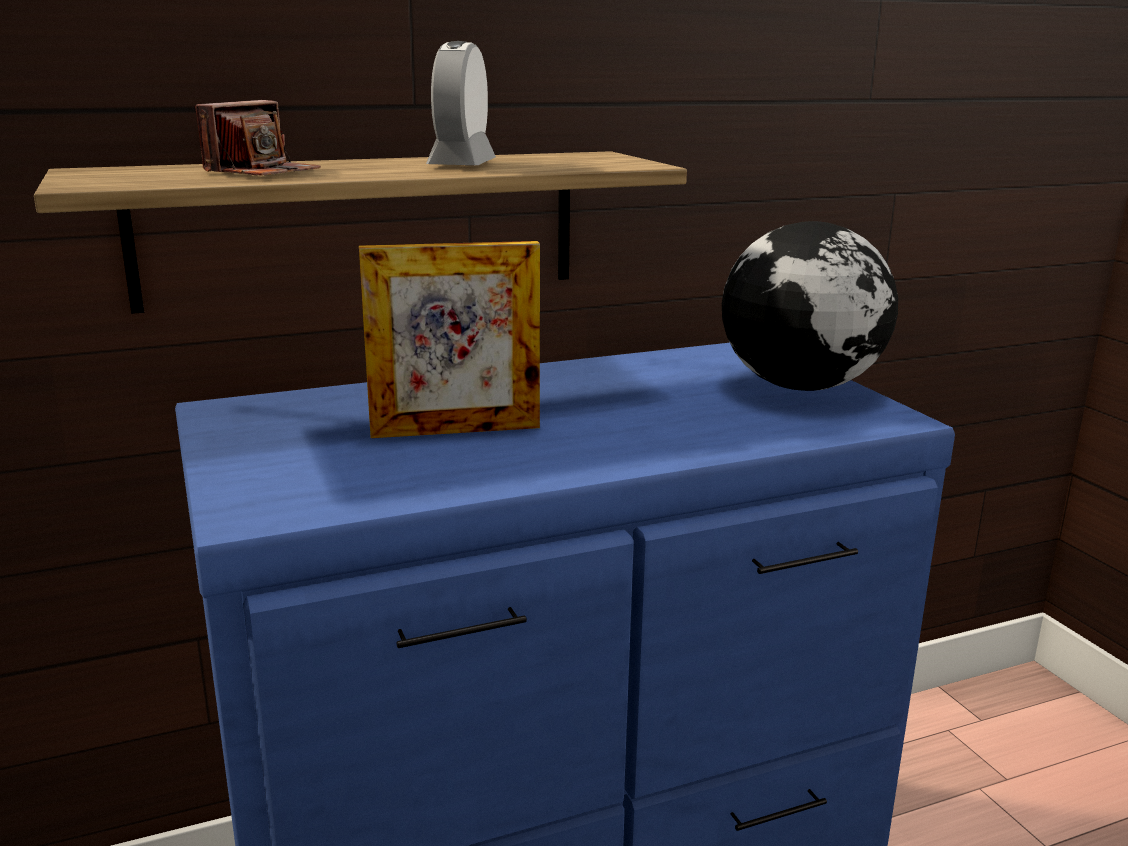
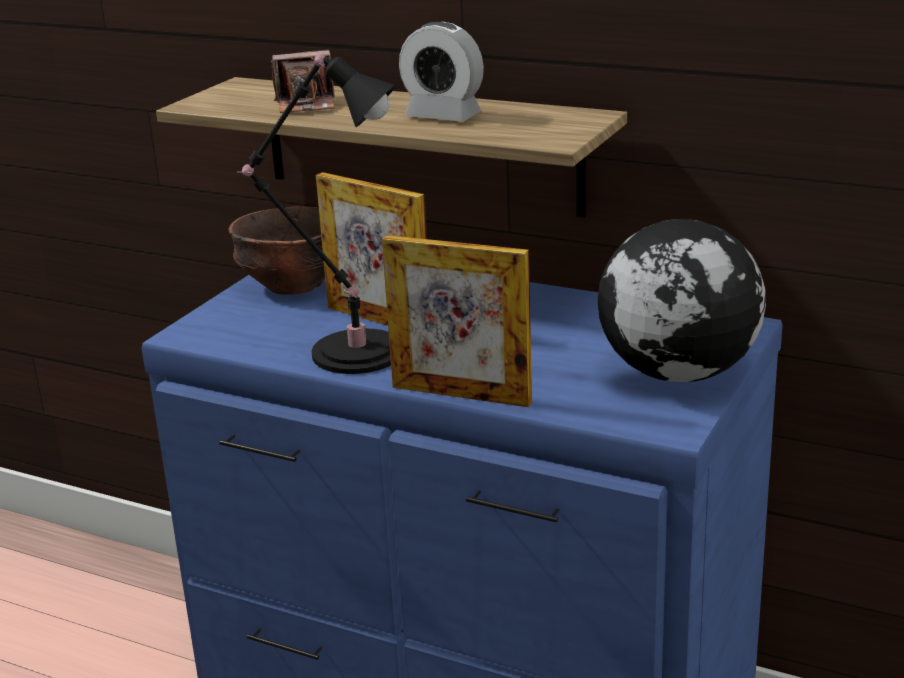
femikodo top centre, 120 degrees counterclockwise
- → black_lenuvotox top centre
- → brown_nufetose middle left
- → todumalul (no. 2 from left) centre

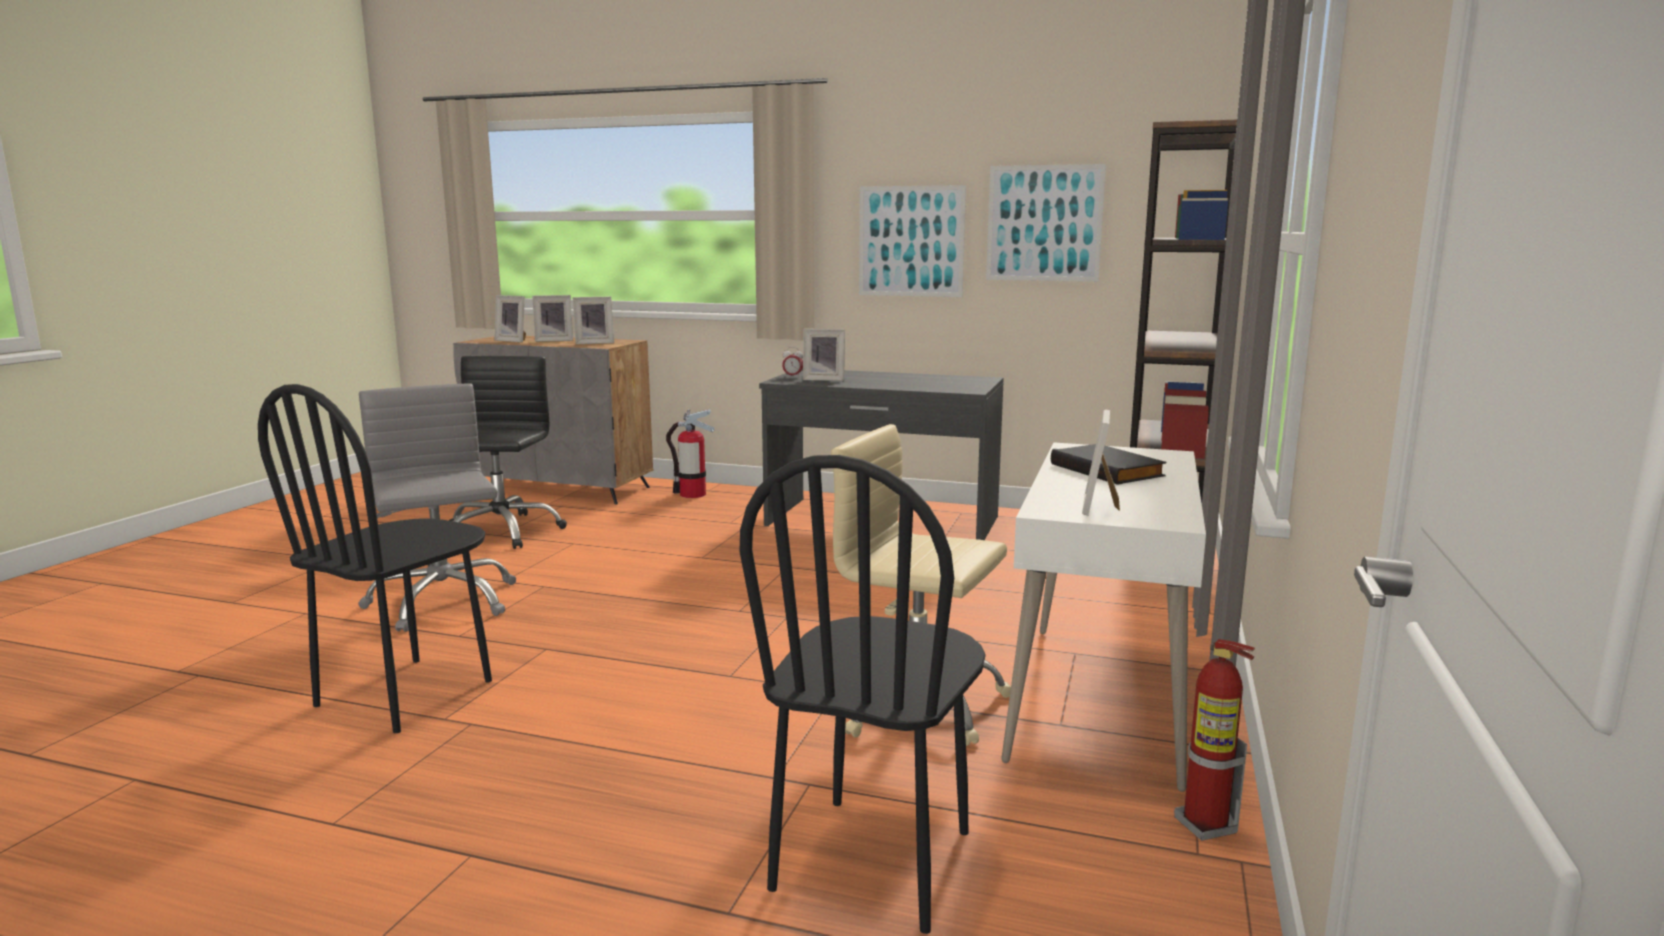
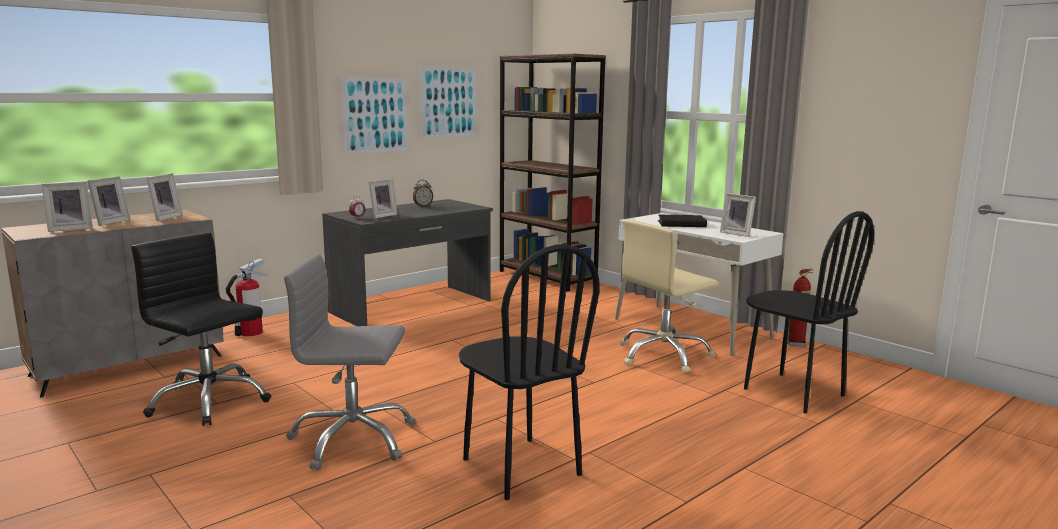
- → femikodo (no. 2 from left) centre

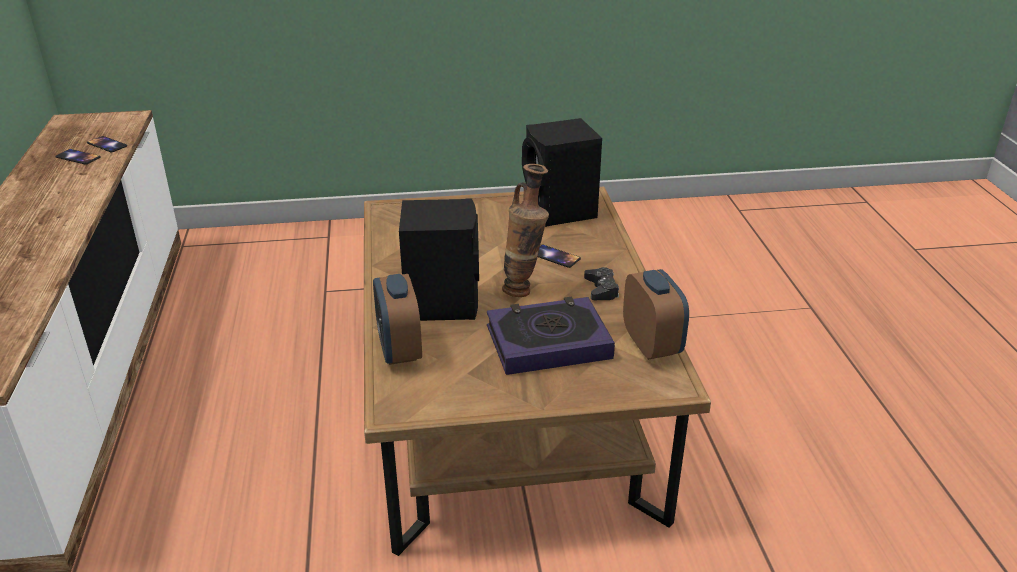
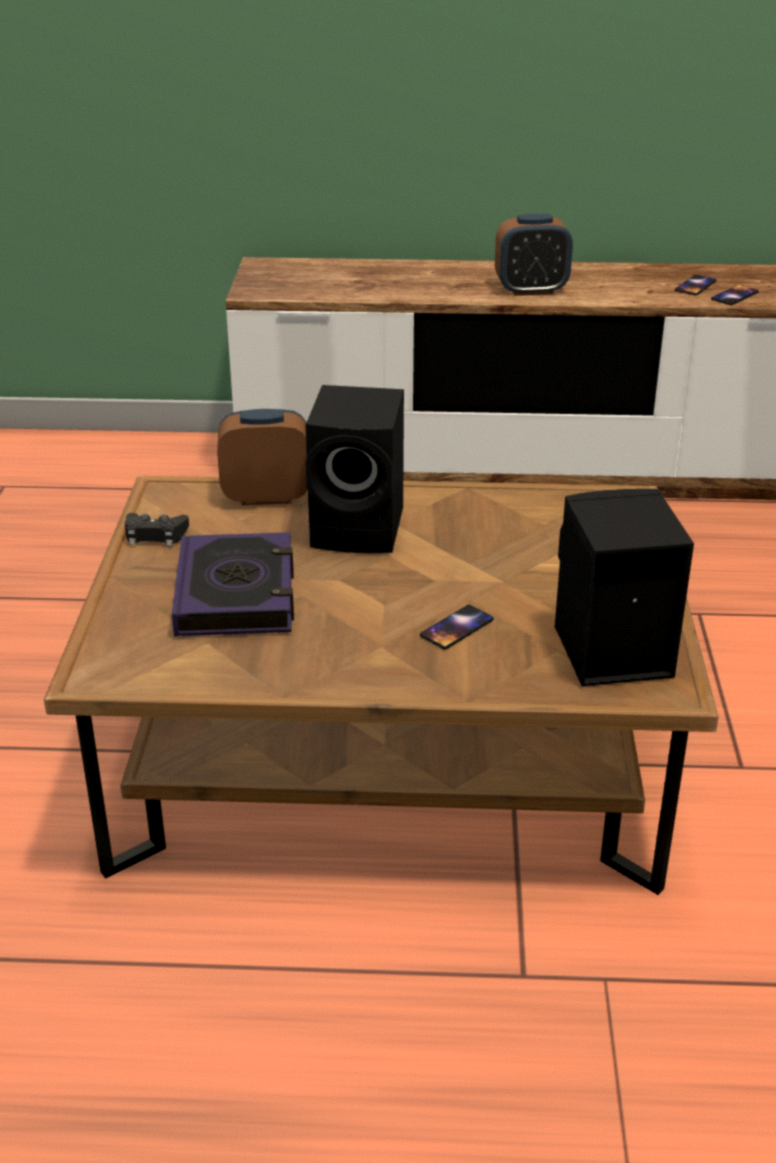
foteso centre → -
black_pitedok centre → black_pitedok middle left, relocated
femikodo (no. 2 from left) centre → femikodo (no. 2 from left) top right, relocated

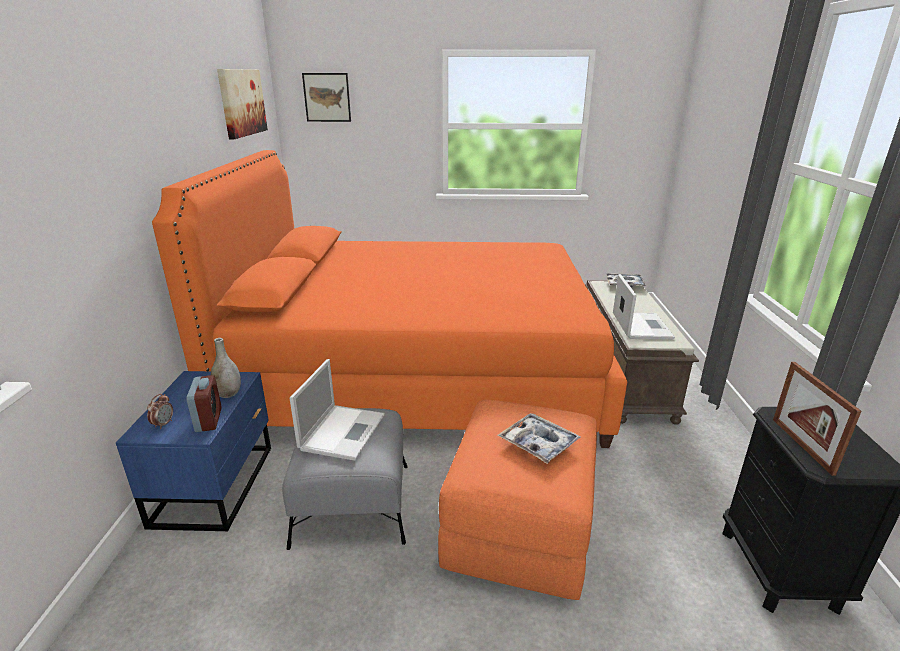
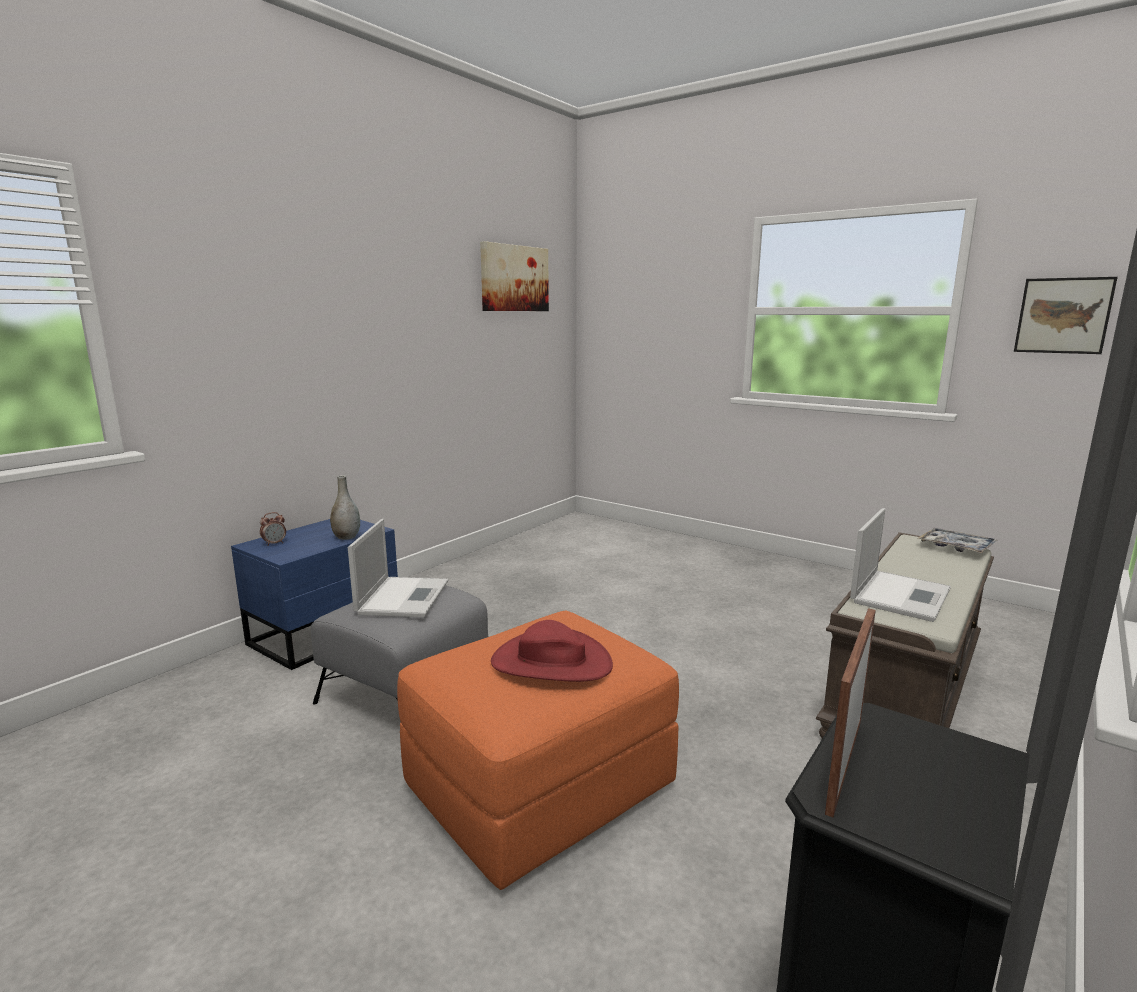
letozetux (no. 2 from left) top centre → letozetux (no. 2 from left) top right, relocated
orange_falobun centre → -
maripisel (no. 1 from left) centre, 45 degrees counterclockwise
femikodo (no. 2 from left) middle left → -
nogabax (no. 1 from left) bottom centre → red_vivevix centre

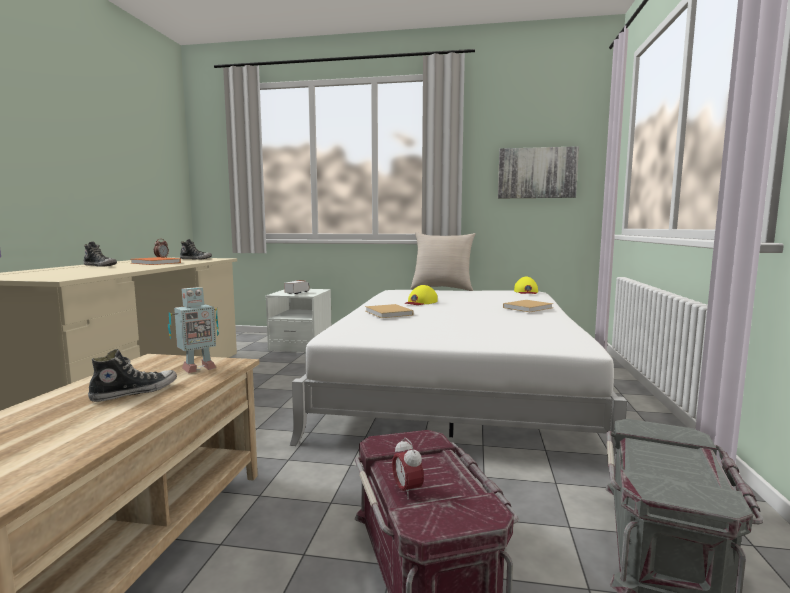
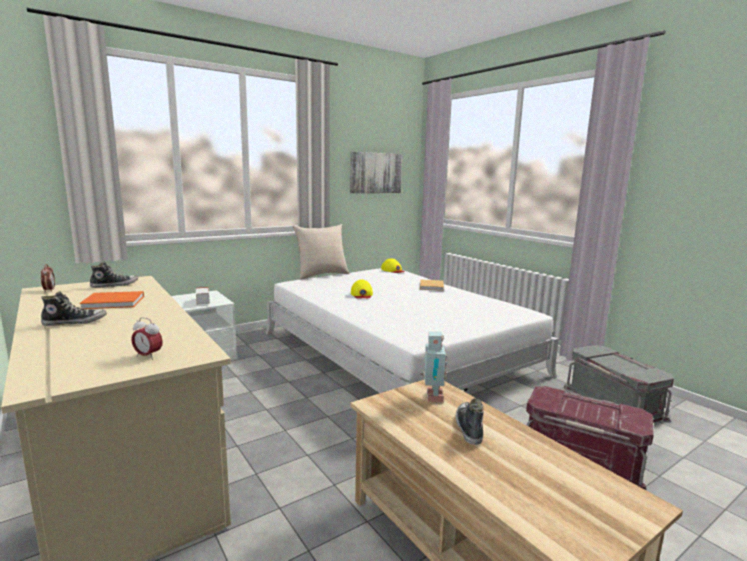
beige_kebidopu (no. 1 from left) centre → -
femikodo (no. 2 from left) bottom centre → femikodo (no. 2 from left) middle left, relocated

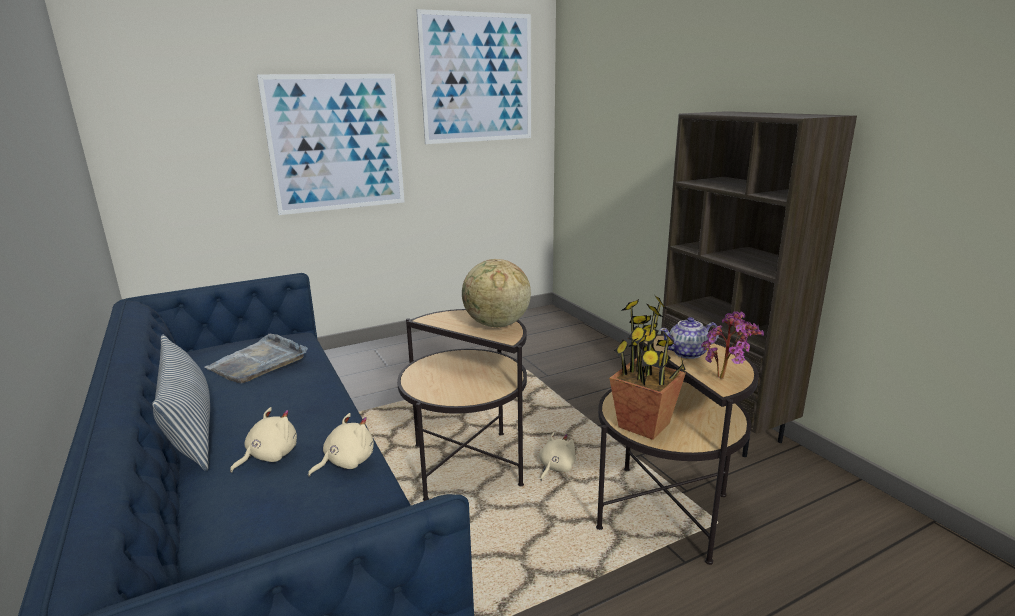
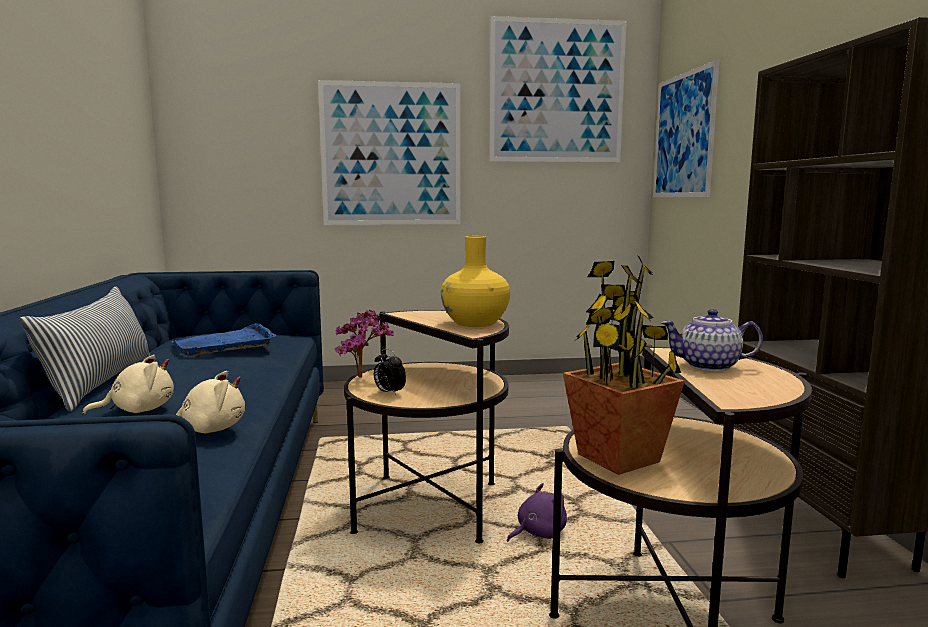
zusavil centre → yellow_foteso centre
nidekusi (no. 2 from left in the first image) middle right → nidekusi (no. 1 from left) centre, relocated
grey_nogabax middle left → blue_nogabax middle left
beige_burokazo (no. 3 from left) bottom centre → purple_burokazo bottom centre
- → letozetux (no. 3 from left) top right
- → femikodo centre

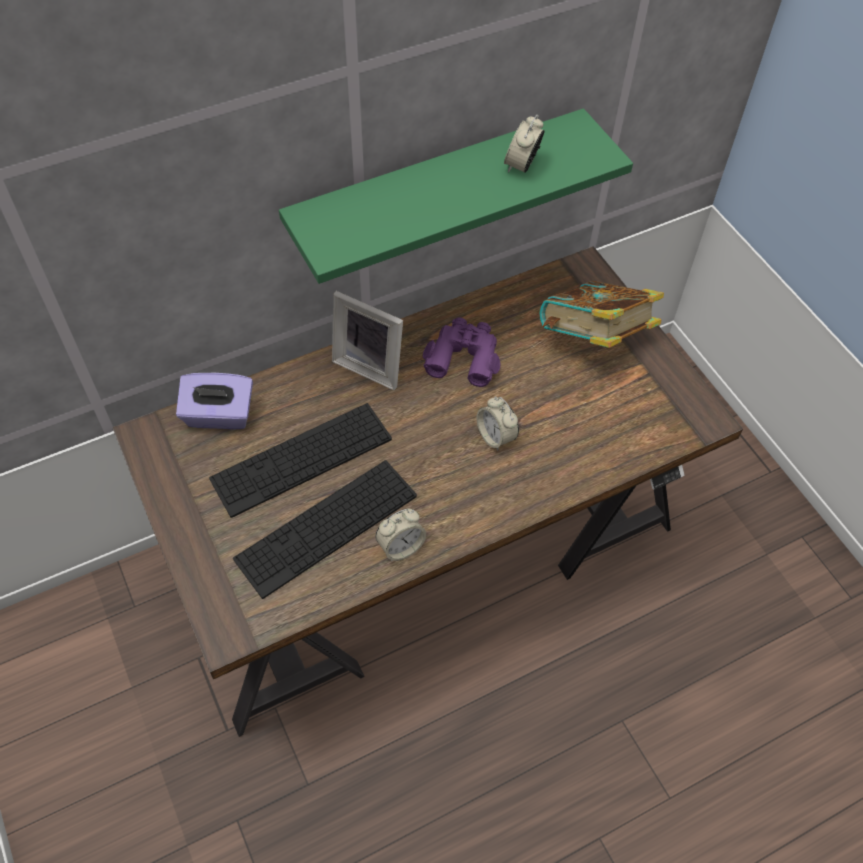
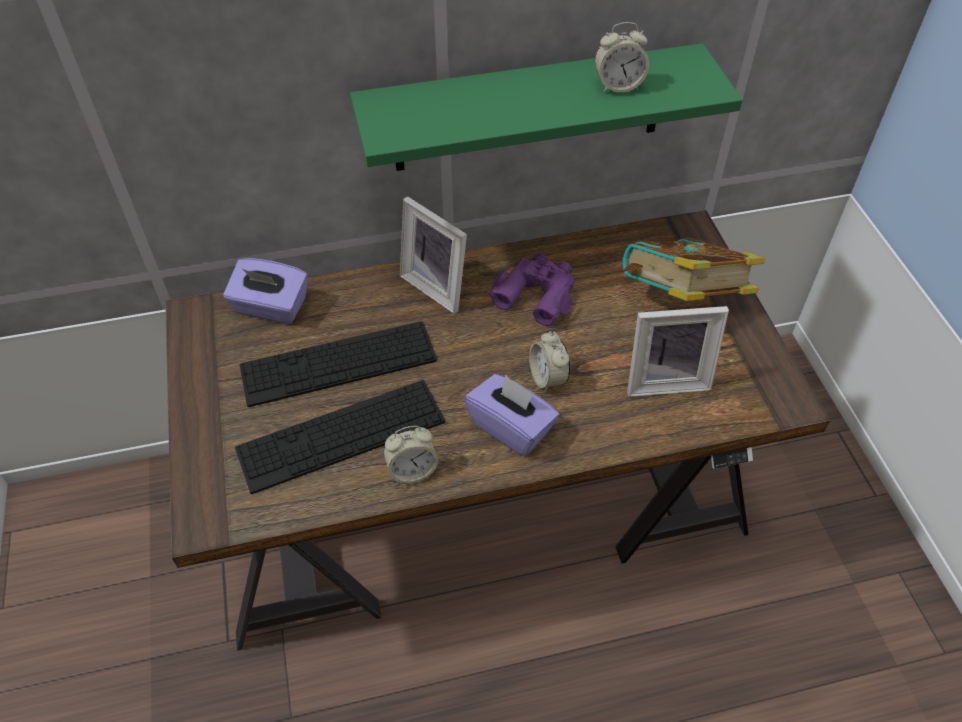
femikodo (no. 3 from left) top centre, 135 degrees counterclockwise
- → todumalul (no. 2 from left) middle right
- → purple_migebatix (no. 2 from left) centre

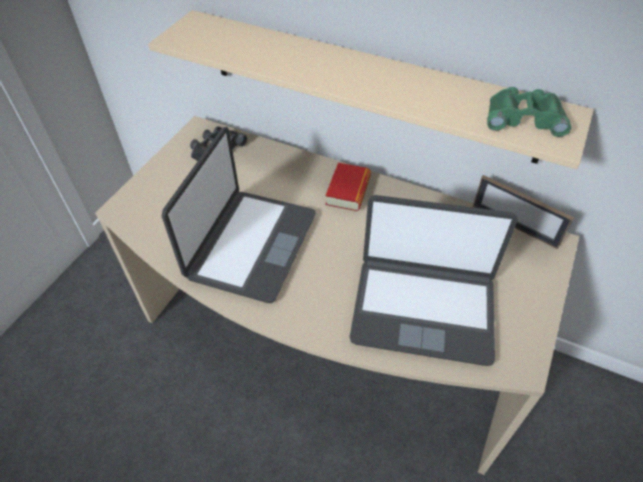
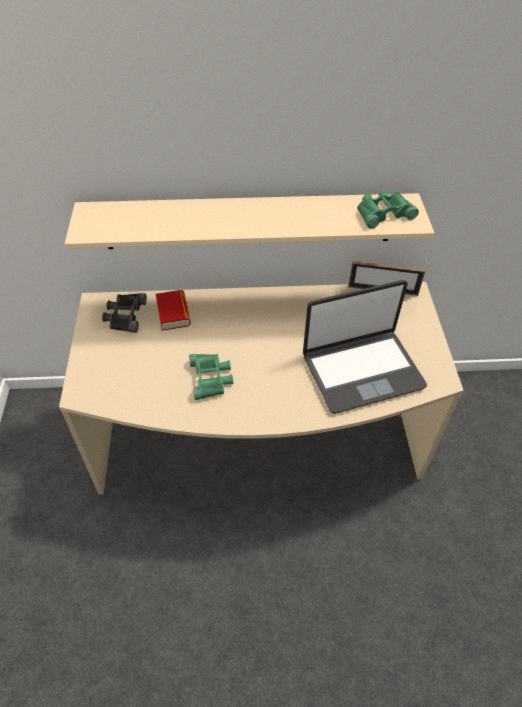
maripisel (no. 1 from left) centre → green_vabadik (no. 1 from left) centre
kebidopu centre → kebidopu middle left, relocated

